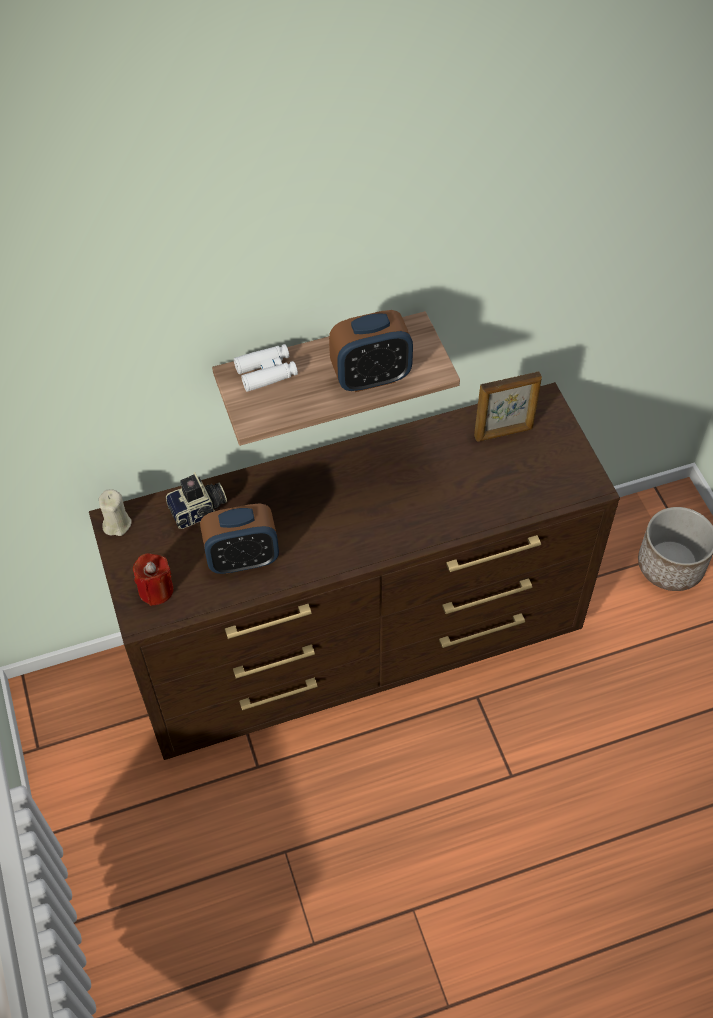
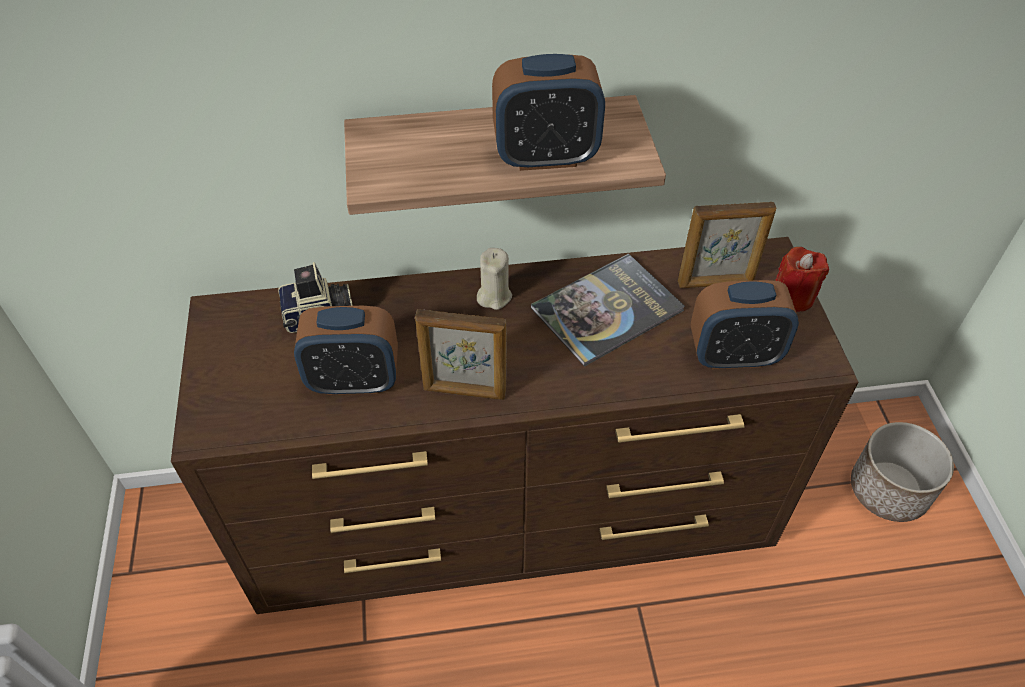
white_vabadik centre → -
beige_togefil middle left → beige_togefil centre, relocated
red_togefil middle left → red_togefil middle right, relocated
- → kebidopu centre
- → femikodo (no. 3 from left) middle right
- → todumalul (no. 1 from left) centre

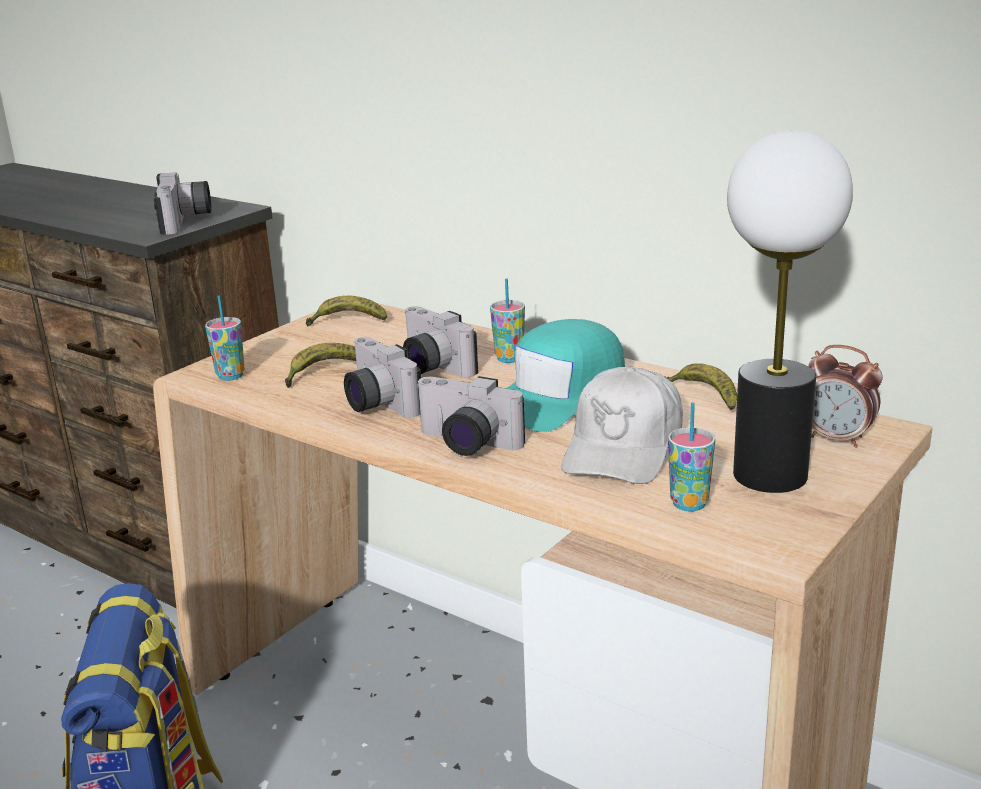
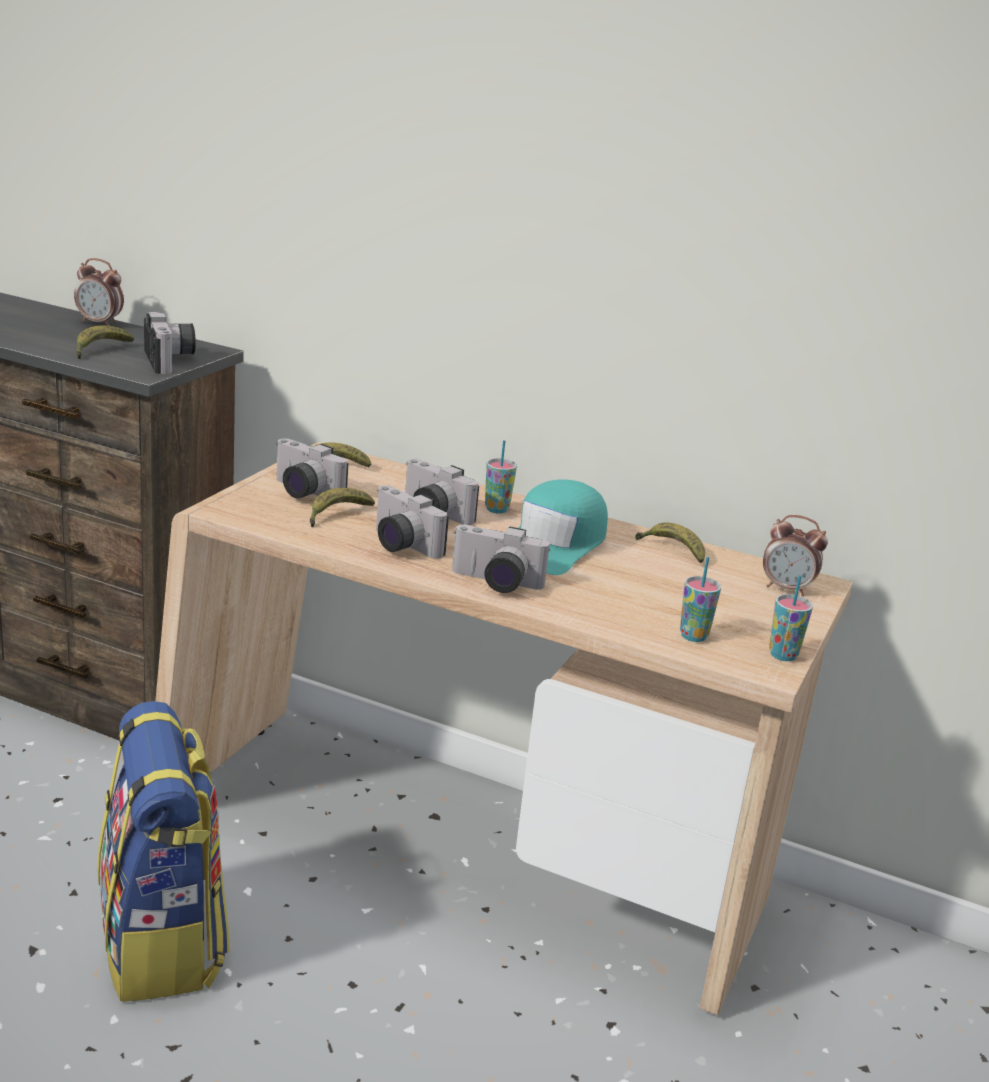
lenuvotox middle right → -
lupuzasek (no. 1 from left in the first image) middle left → lupuzasek (no. 3 from left) middle right, relocated
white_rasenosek centre → -
- → femikodo (no. 1 from left) top left
- → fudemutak (no. 1 from left) top left
- → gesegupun (no. 2 from left) middle left

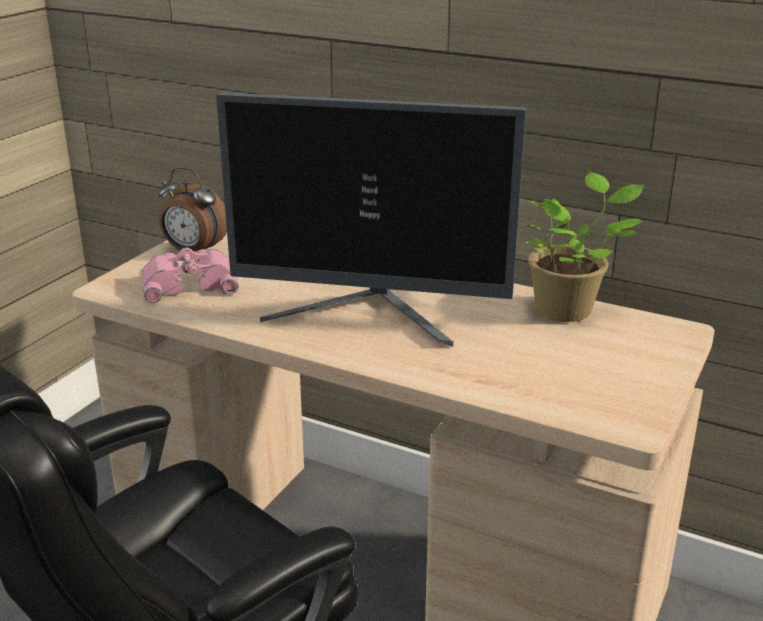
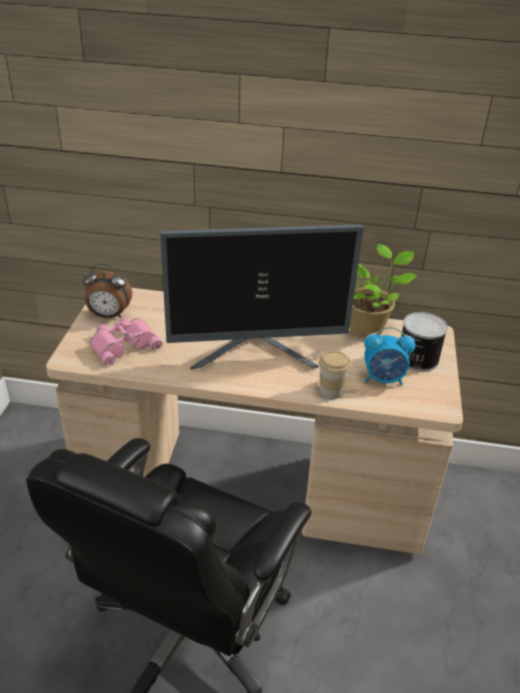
- → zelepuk middle right
- → femikodo (no. 2 from left) middle right
- → lupuzasek centre

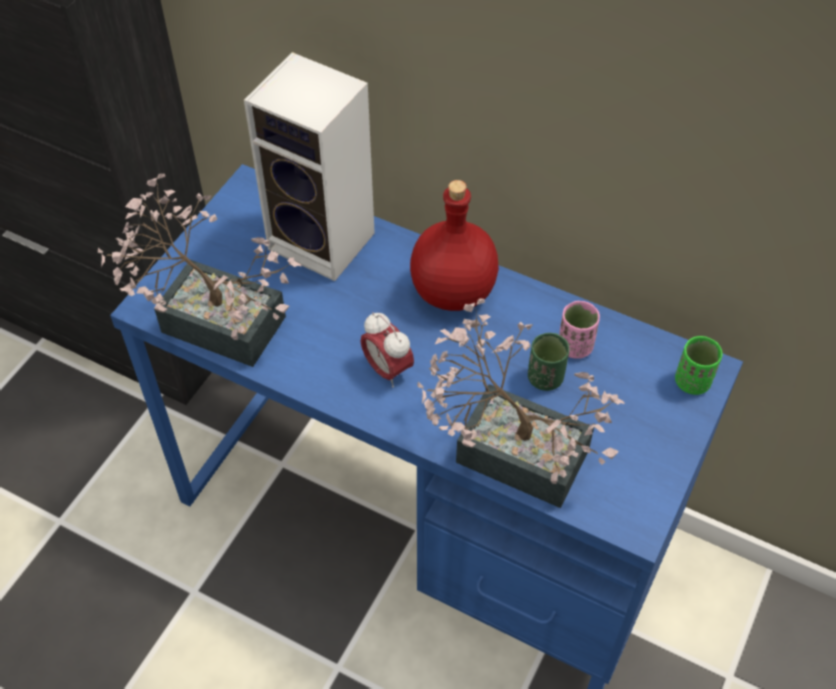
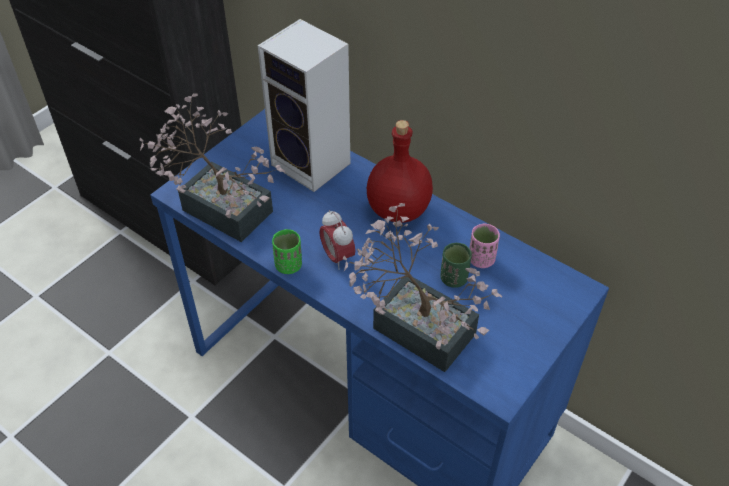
green_lupuzasek (no. 2 from left in the first image) middle right → green_lupuzasek (no. 1 from left) centre, relocated

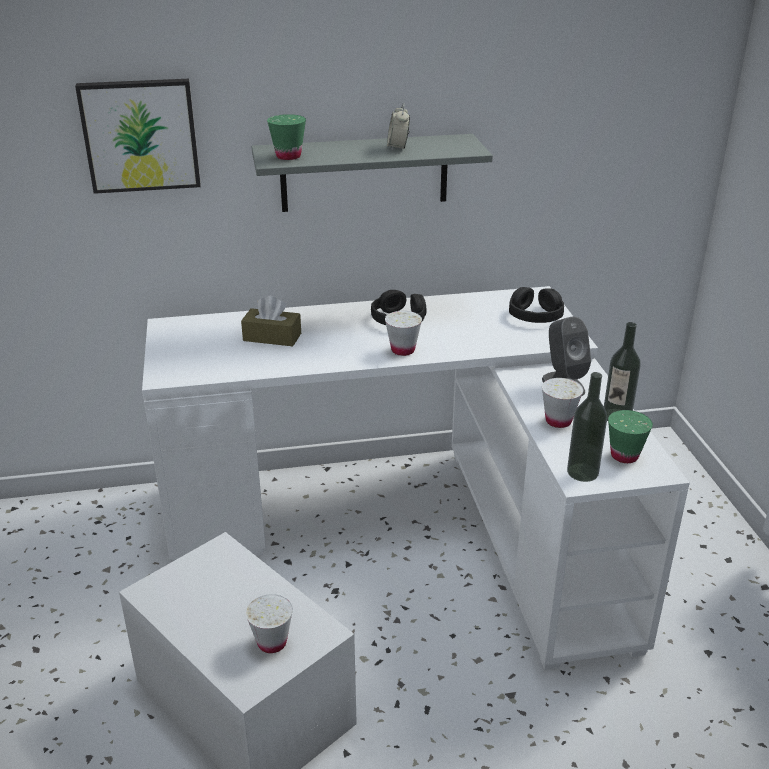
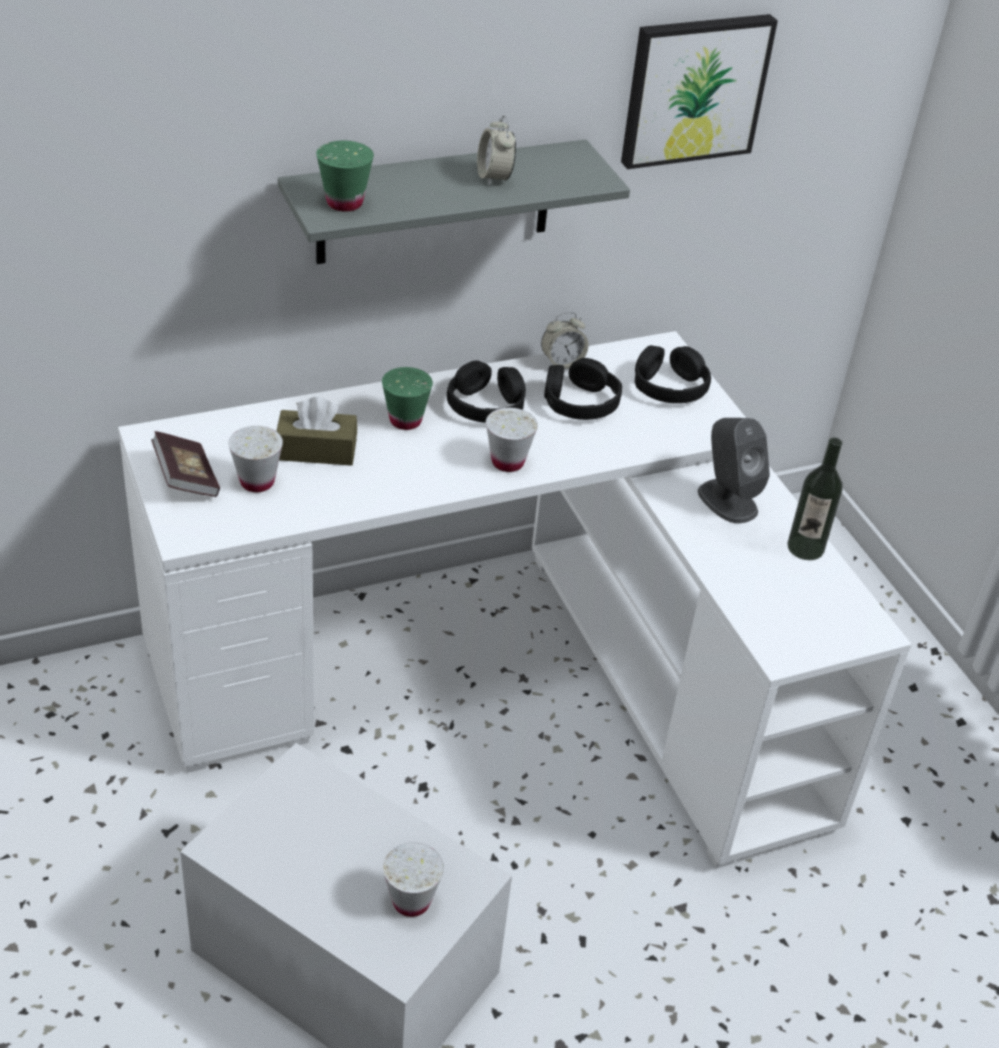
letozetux top left → letozetux top right, relocated
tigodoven (no. 1 from left) middle right → -
white_lupuzasek (no. 3 from left in the first image) middle right → white_lupuzasek (no. 1 from left) middle left, relocated
green_lupuzasek (no. 2 from left) middle right → green_lupuzasek (no. 2 from left) centre, relocated
- → femikodo (no. 2 from left) top centre
- → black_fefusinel (no. 2 from left) centre
- → kebidopu middle left

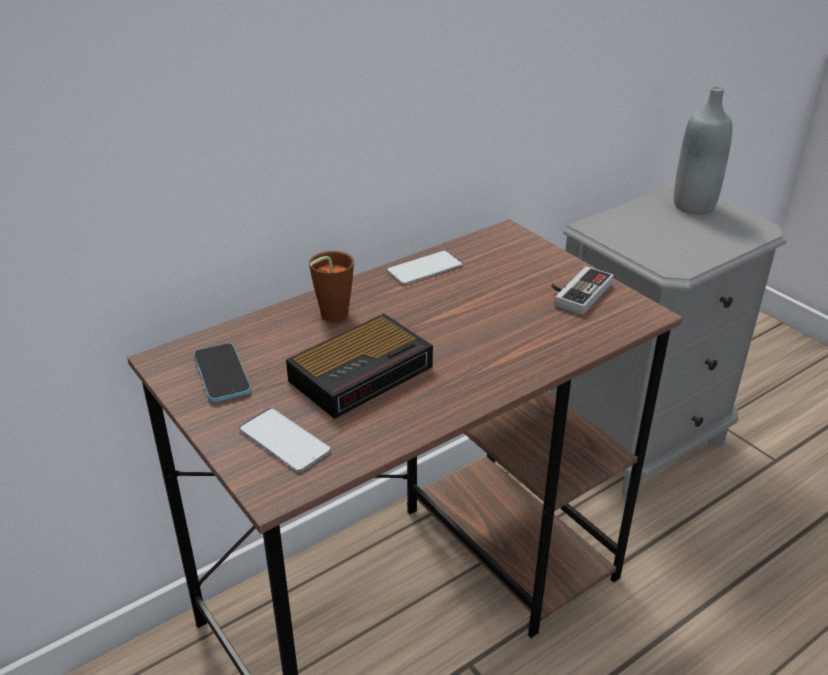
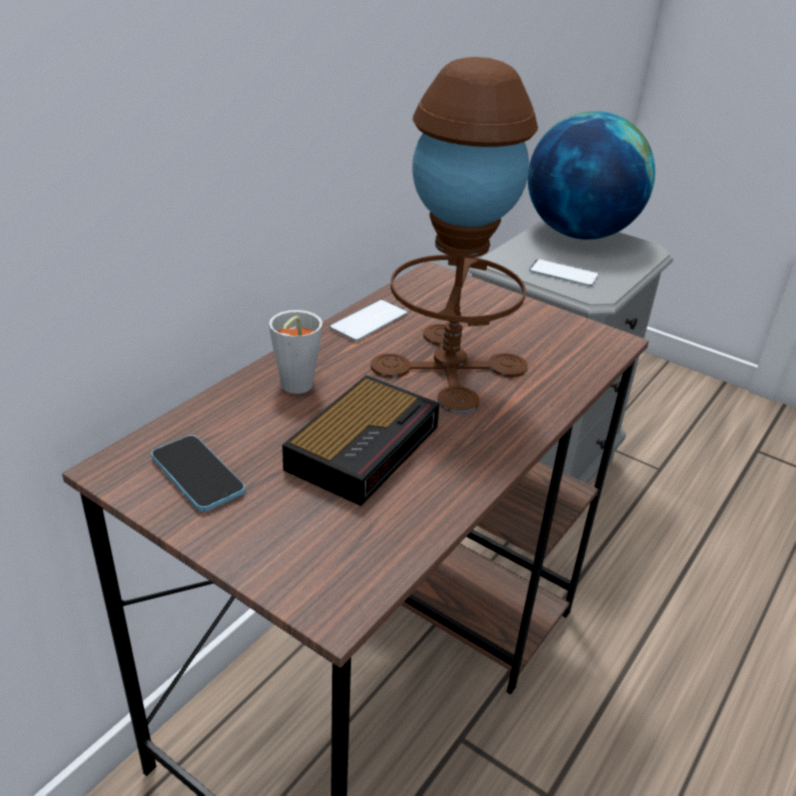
grey_tigodoven top right → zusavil top right
brown_lupuzasek centre → grey_lupuzasek centre
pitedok middle right → -
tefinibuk (no. 2 from left in the first image) centre → tefinibuk (no. 3 from left) middle right, relocated
- → brown_lenuvotox top centre

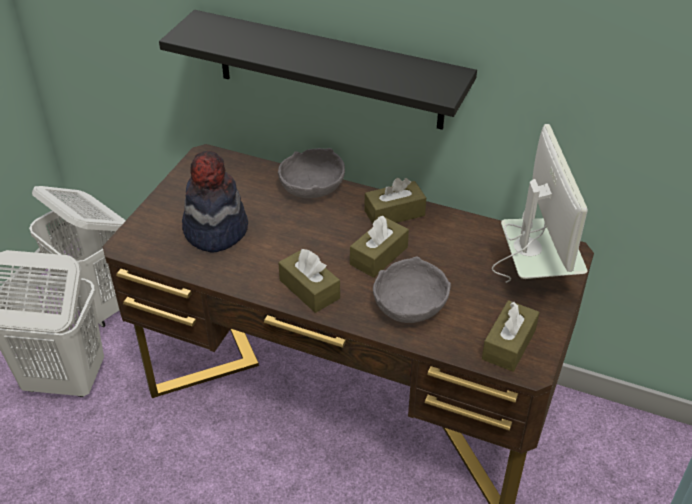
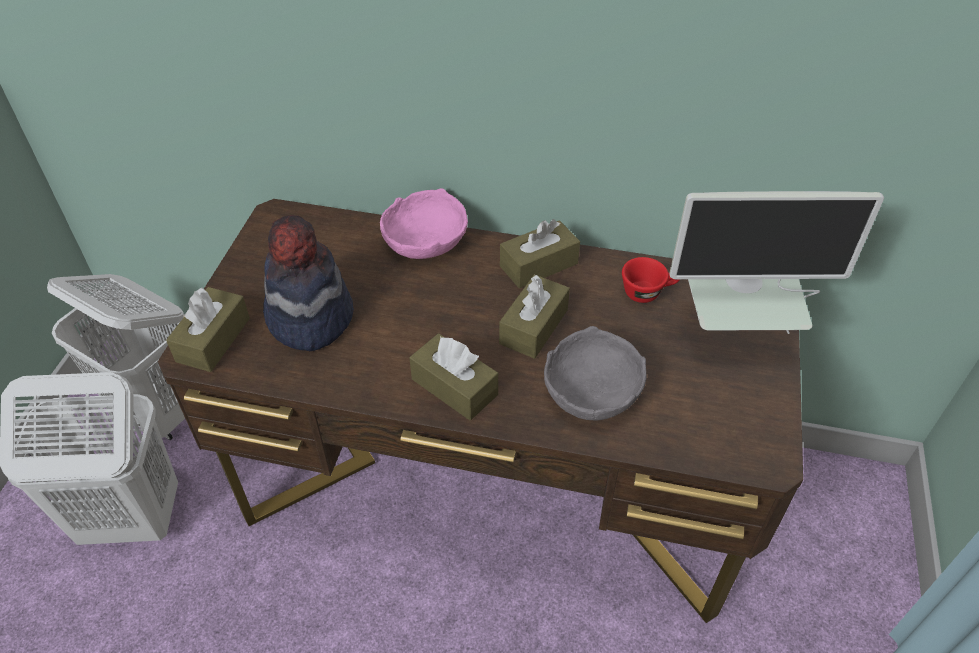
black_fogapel top centre → -
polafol middle right, 105 degrees clockwise
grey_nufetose (no. 1 from left) centre → pink_nufetose centre
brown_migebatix (no. 4 from left in the first image) bottom right → brown_migebatix (no. 1 from left) middle left, relocated
- → red_lupuzasek centre

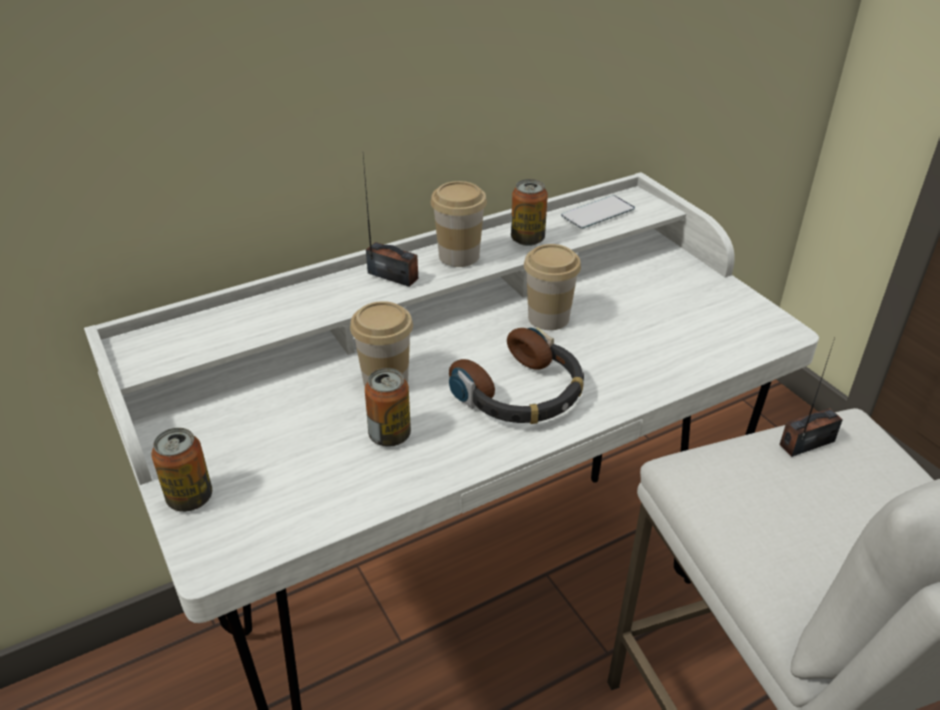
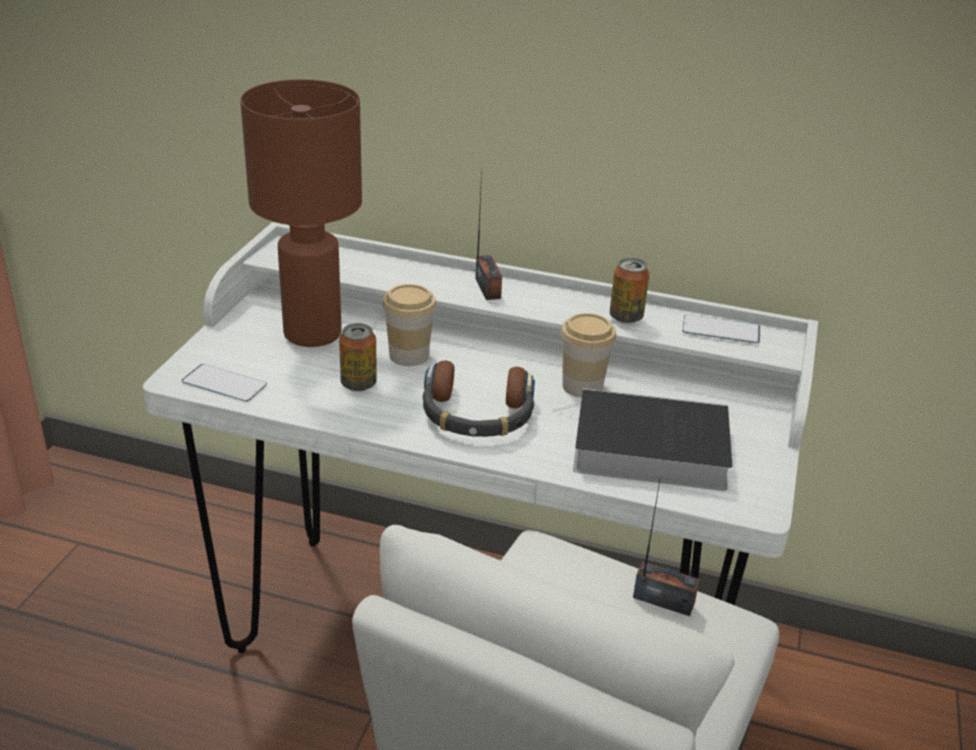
lupuzasek (no. 2 from left) top centre → -
zelepuk (no. 1 from left) middle left → -
- → brown_lenuvotox top left
- → tefinibuk (no. 1 from left) middle left
- → kebidopu centre

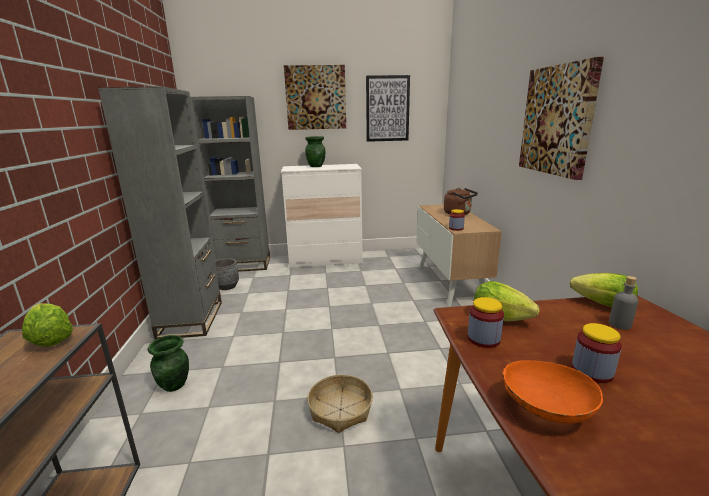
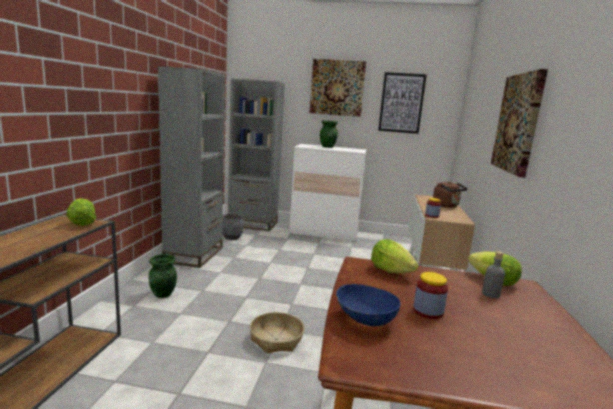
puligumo (no. 2 from left) middle right → -
orange_nufetose bottom right → blue_nufetose bottom centre

